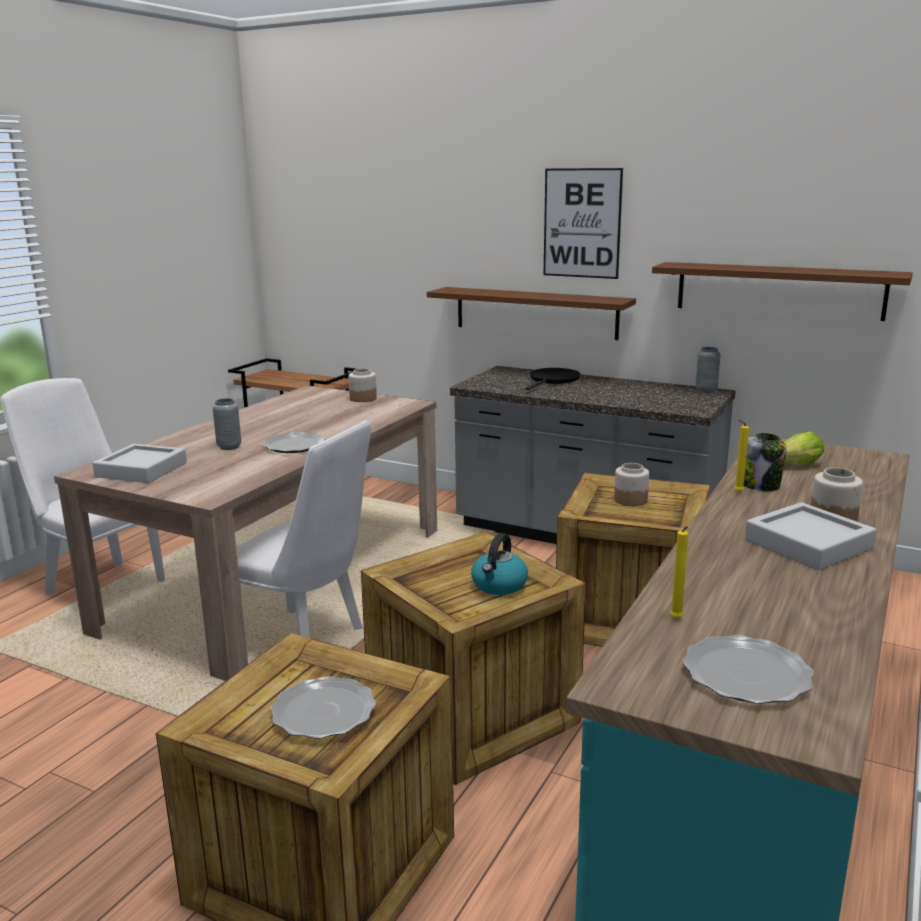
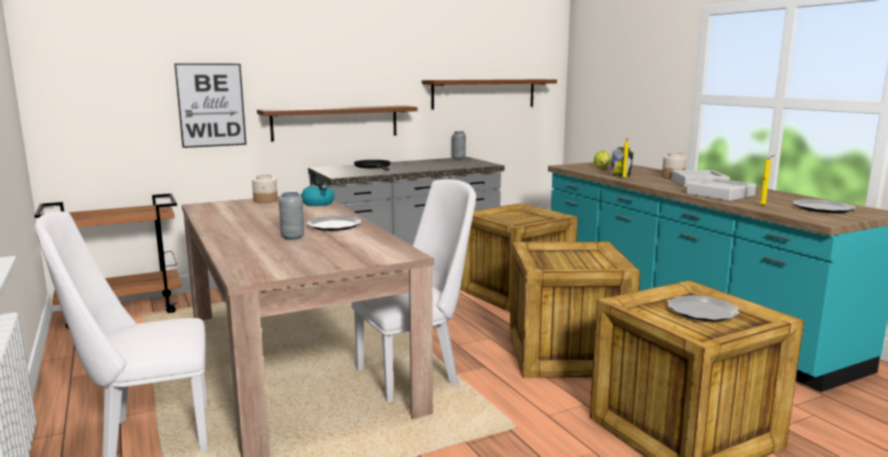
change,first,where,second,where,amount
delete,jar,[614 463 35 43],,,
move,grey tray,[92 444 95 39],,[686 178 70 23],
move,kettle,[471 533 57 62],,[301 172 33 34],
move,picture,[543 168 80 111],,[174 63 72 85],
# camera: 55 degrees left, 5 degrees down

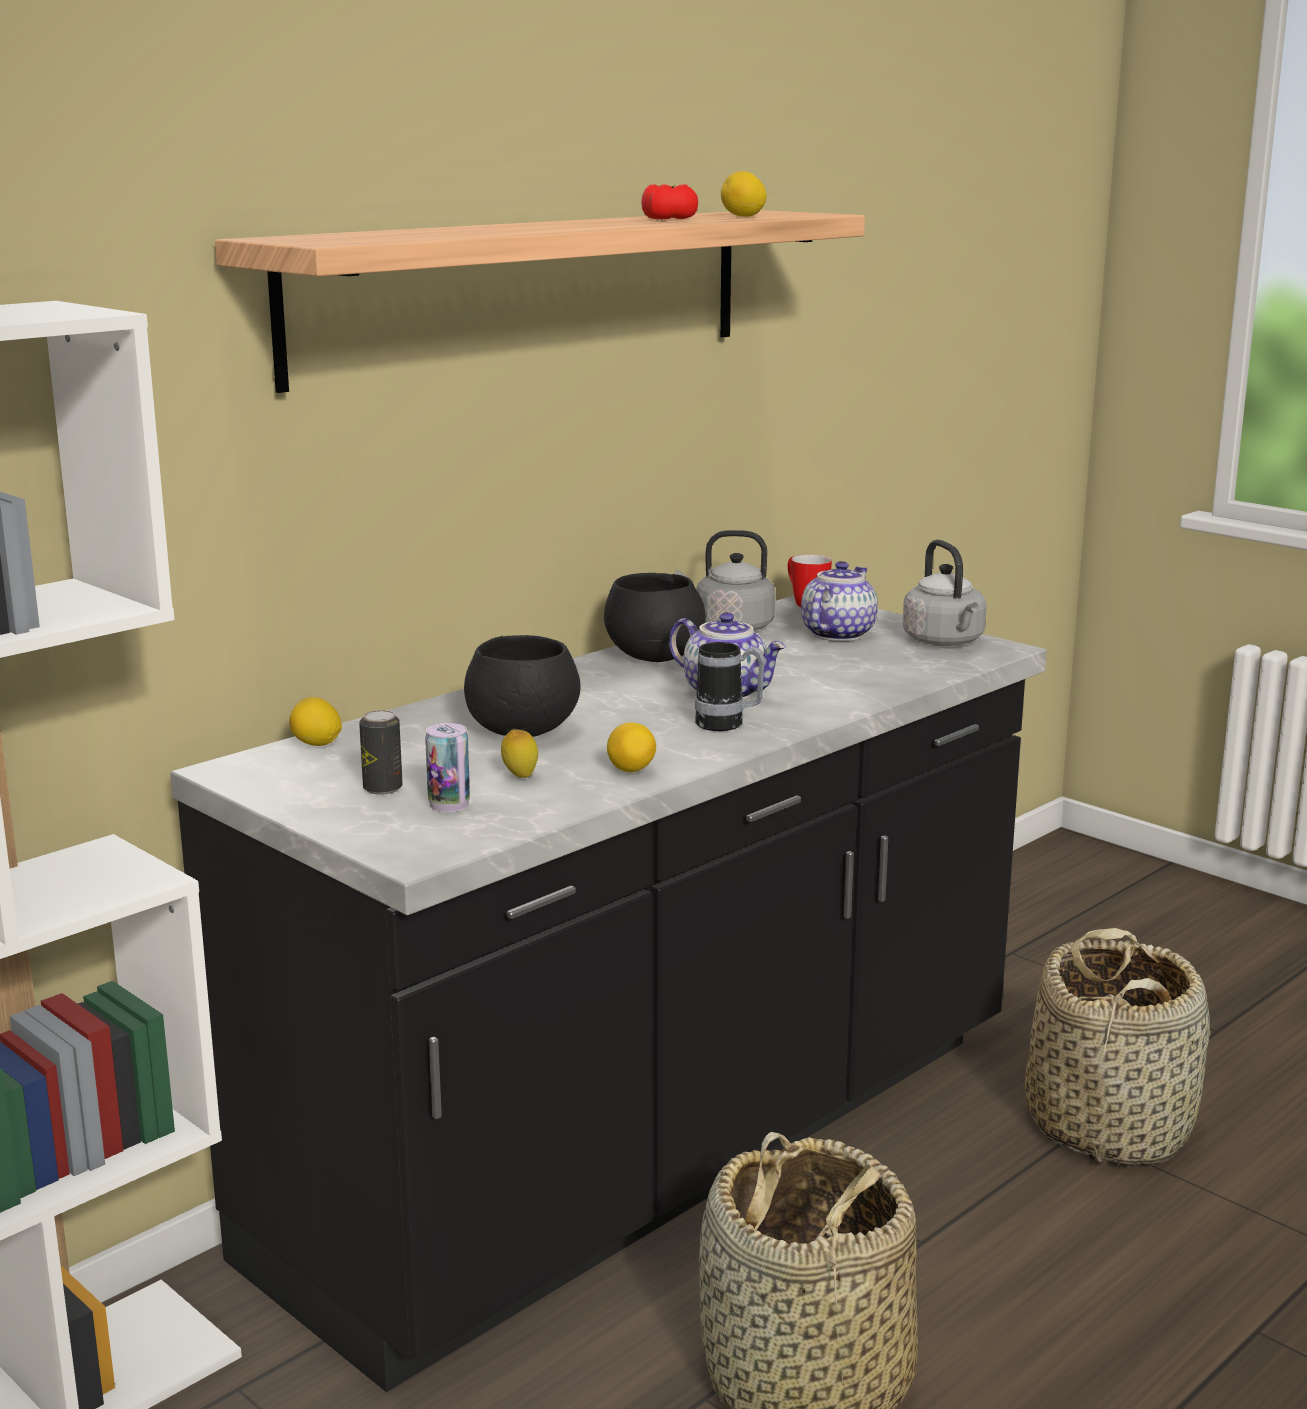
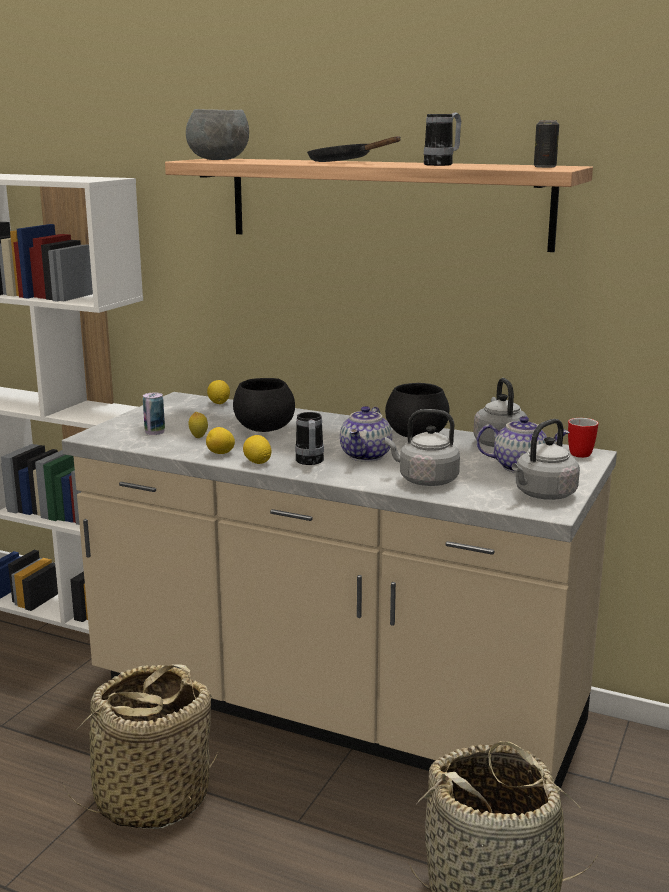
change,first,where,second,where,amount
insert,,,grey bowl,[186 109 63 51],
insert,,,black frying pan,[307 136 94 26],
insert,,,grey kettle,[385 409 75 77],
move,can,[359 710 44 85],,[534 120 25 48],
move,lemon,[721 171 46 46],,[243 435 29 29],
replace,tomato,[641 185 57 34],mug,[424 112 37 54],
recolor,black counter,[170 596 877 796],beige counter,[62 392 555 405],
# camera: 70 degrees right, 0 degrees up

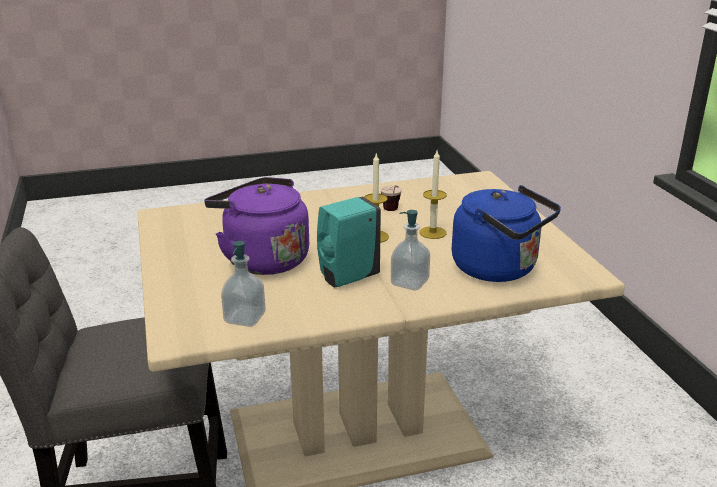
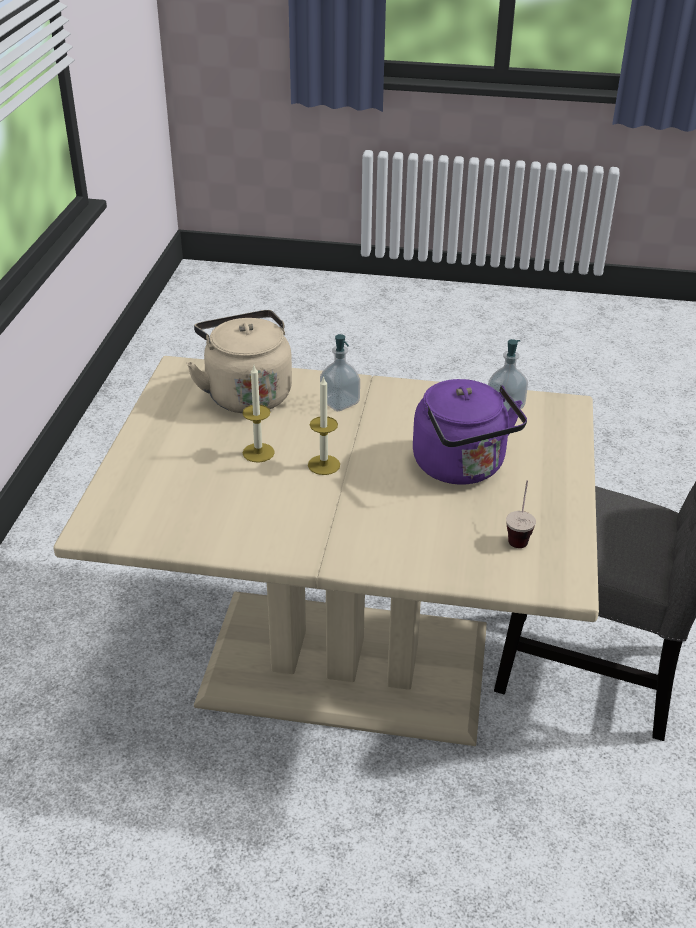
change,first,where,second,where,amount
delete,turquoise soap dispenser,[317 197 64 91],,,
move,cup,[380 185 22 26],,[506 481 30 67],
recolor,blue kettle,[452 185 109 97],beige kettle,[186 310 106 103],
# camera: 155 degrees left, 10 degrees up

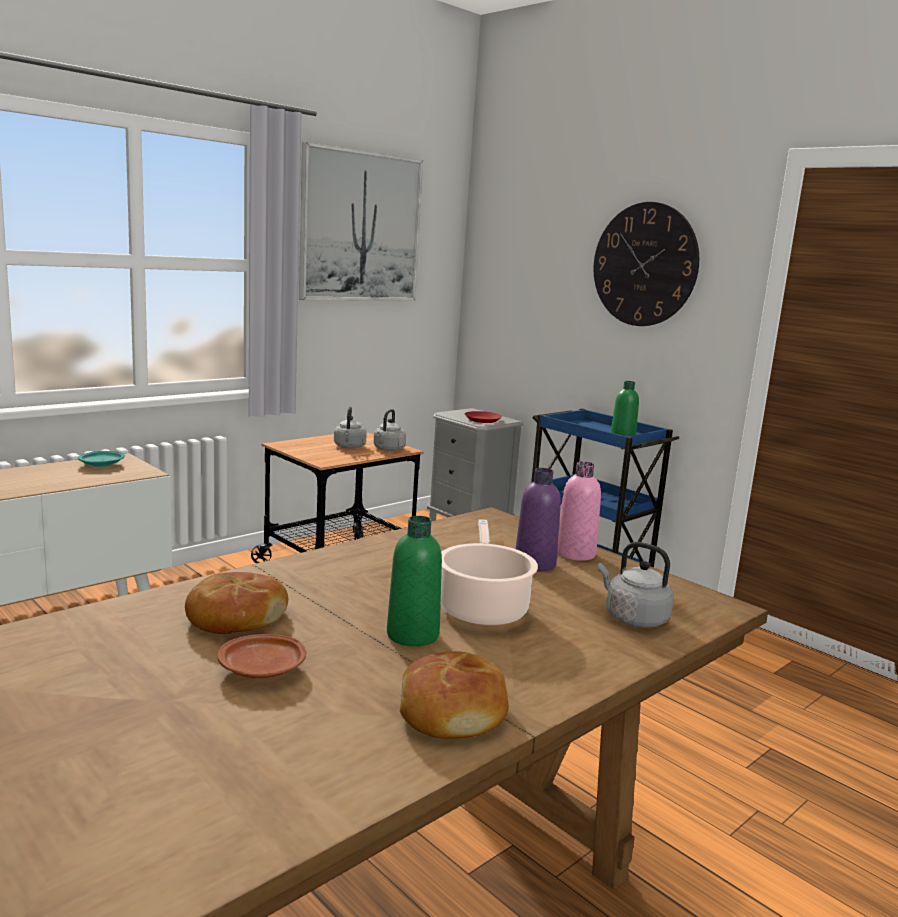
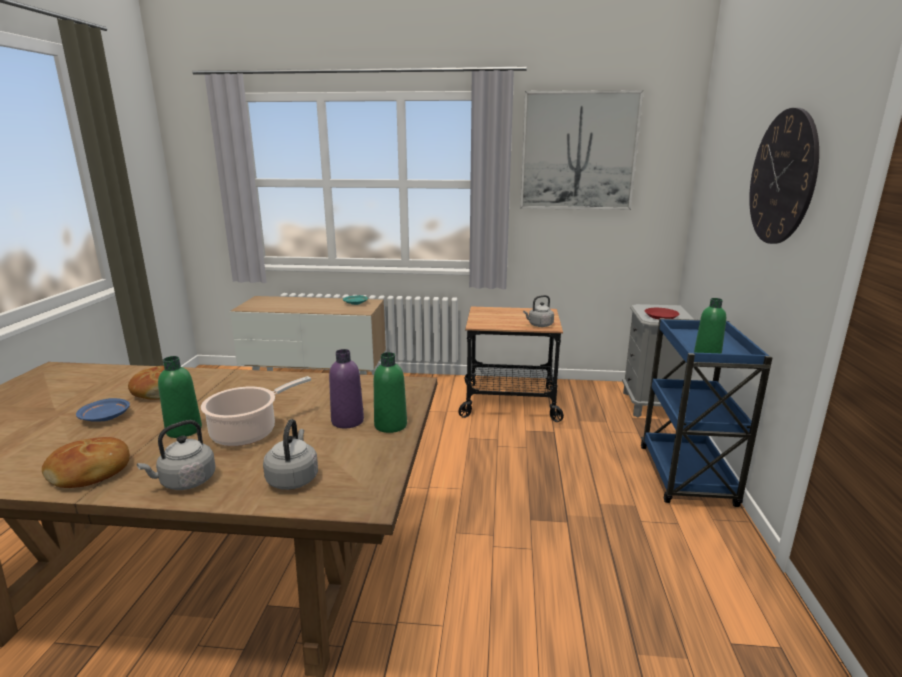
change,first,where,second,where,amount
move,grey kettle,[334 406 33 43],,[137 420 79 70],
recolor,brown plate,[217 634 89 44],blue plate,[76 398 54 24],
recolor,pink bottle,[557 461 44 100],green bottle,[374 352 33 81],
# camera: 50 degrees right, 5 degrees up

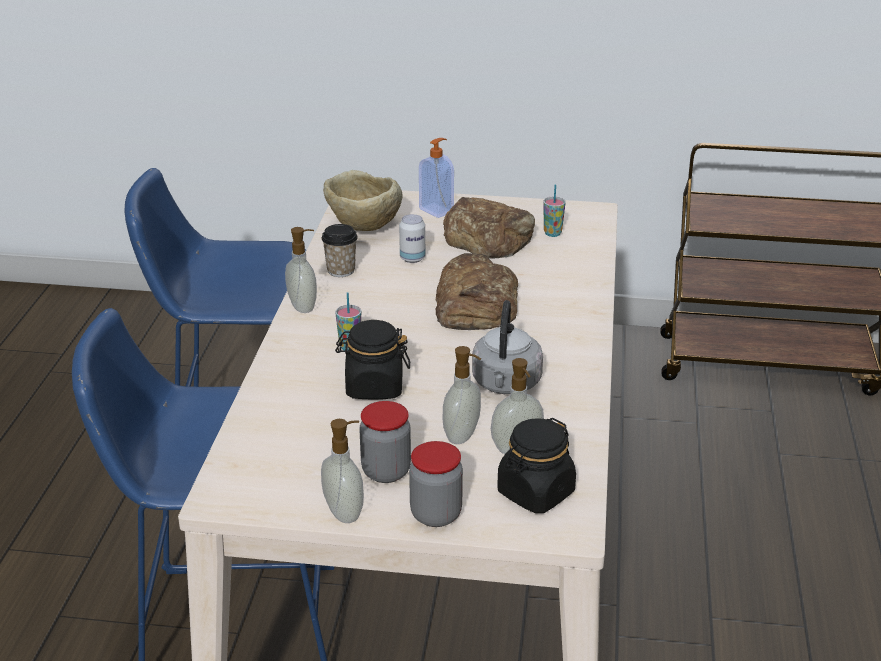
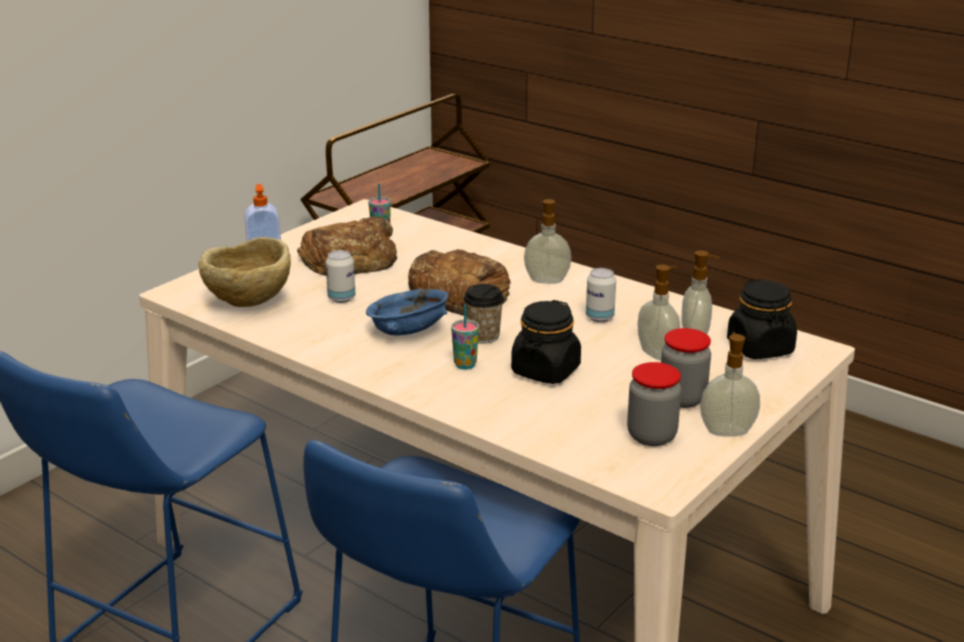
change,first,where,second,where,amount
insert,,,blue bowl,[366 289 83 47],
move,soap dispenser,[285 227 32 86],,[524 199 48 85],
move,cup,[322 224 36 53],,[463 284 41 60],
move,jar,[409 441 54 86],,[627 362 54 84],
replace,grey kettle,[472 300 71 94],can,[586 268 30 54],
# camera: 60 degrees left, 5 degrees down

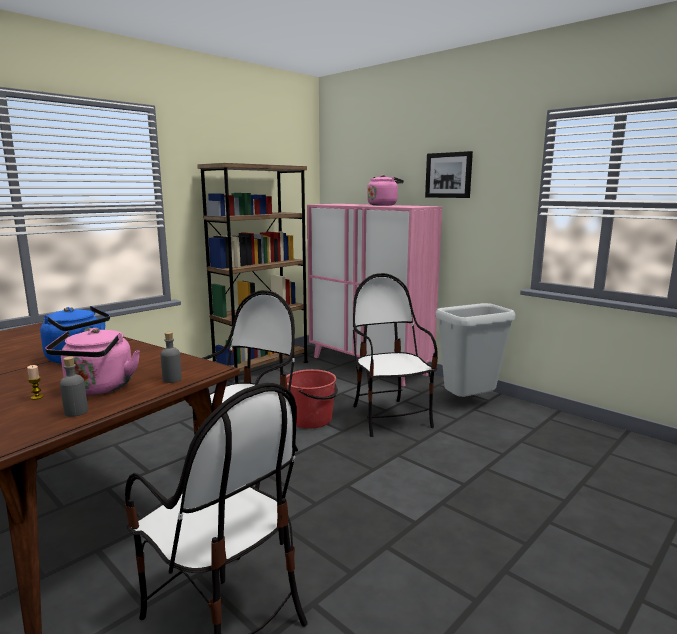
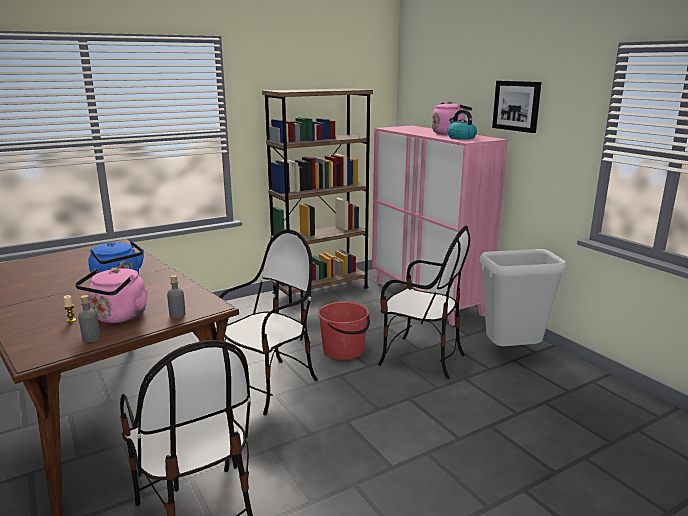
change,first,where,second,where,amount
insert,,,kettle,[447 110 30 30],
rotate,chair,[353 273 85 164],,[378 226 92 153],120 degrees clockwise
# camera: 15 degrees right, 5 degrees up

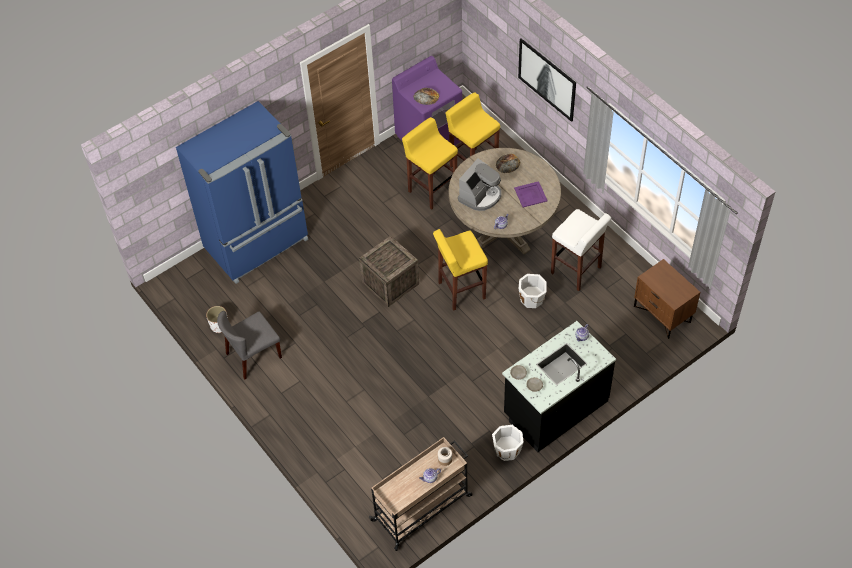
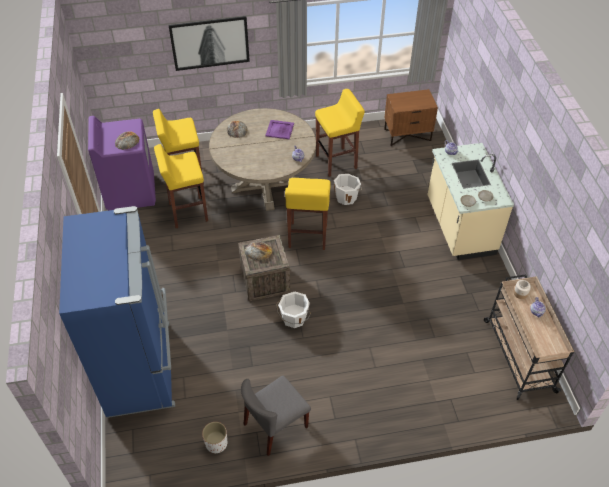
change,first,where,second,where,amount
delete,coffee machine,[458 158 43 53],,,
insert,,,bread,[244 241 28 19],
move,white bucket,[492 425 32 36],,[276 292 35 36],
recolor,black counter,[502 321 114 131],beige counter,[427 143 87 117],
recolor,white stool,[551 209 60 82],yellow stool,[315 89 50 88],
rotate,grey chair,[217 311 65 68],,[241 375 70 81],60 degrees clockwise
# camera: 65 degrees left, 5 degrees down

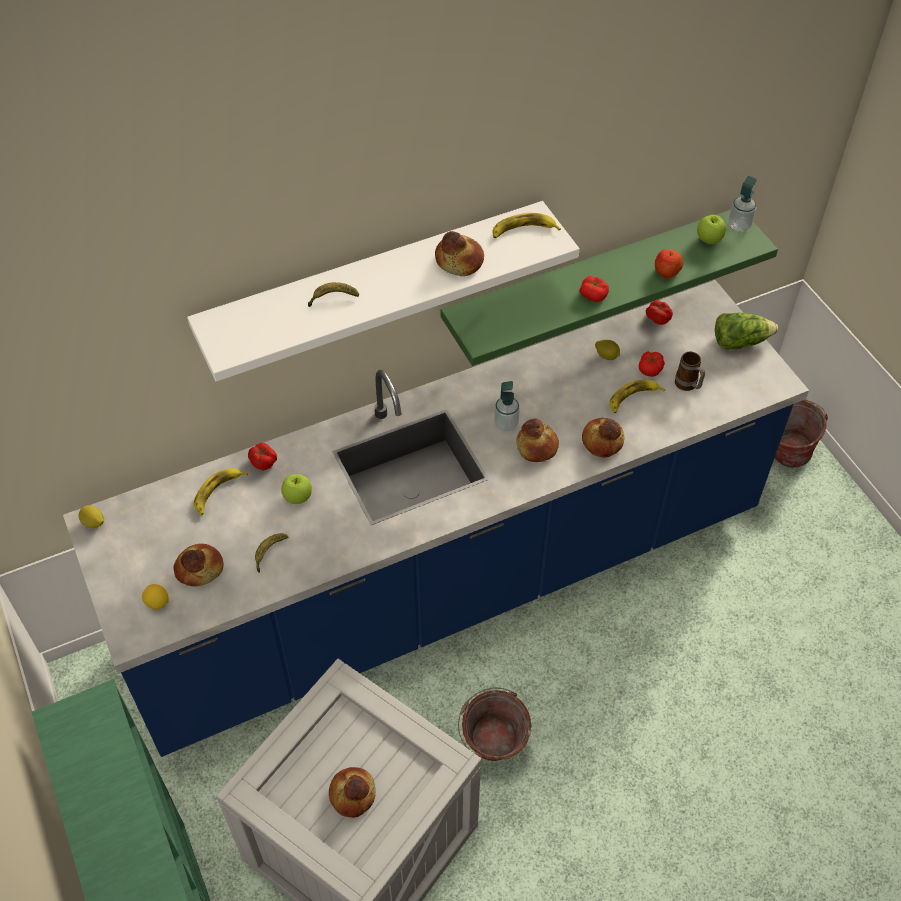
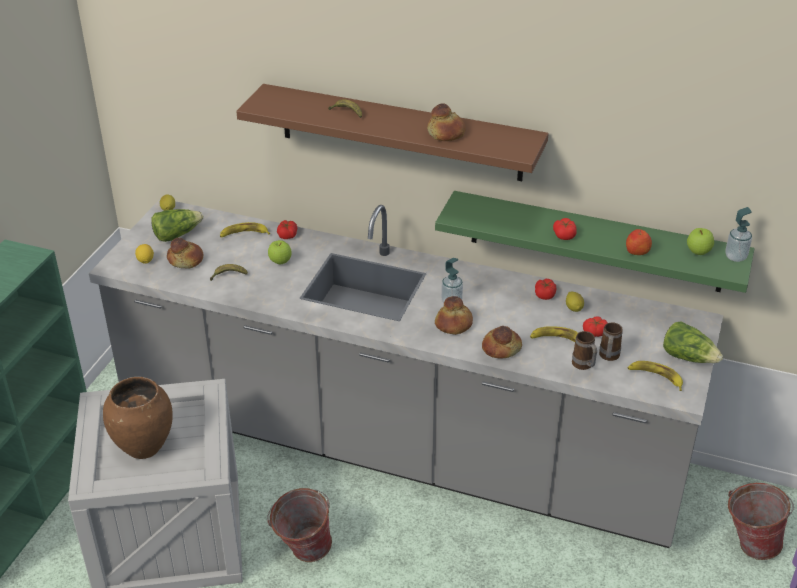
change,first,where,second,where,amount
insert,,,lettuce,[151 209 53 33],
insert,,,mug,[572 331 25 39],
move,banana,[492 213 69 25],,[628 361 55 30],
move,tomato,[646 300 27 25],,[535 279 21 21],
replace,bread,[329 767 47 51],brown vase,[103 377 70 82],
recolor,blue counter,[63 280 746 477],grey counter,[89 198 634 350],
recolor,white shelf,[187 201 393 181],brown shelf,[236 84 313 97],
# camera: 45 degrees right, 15 degrees down

